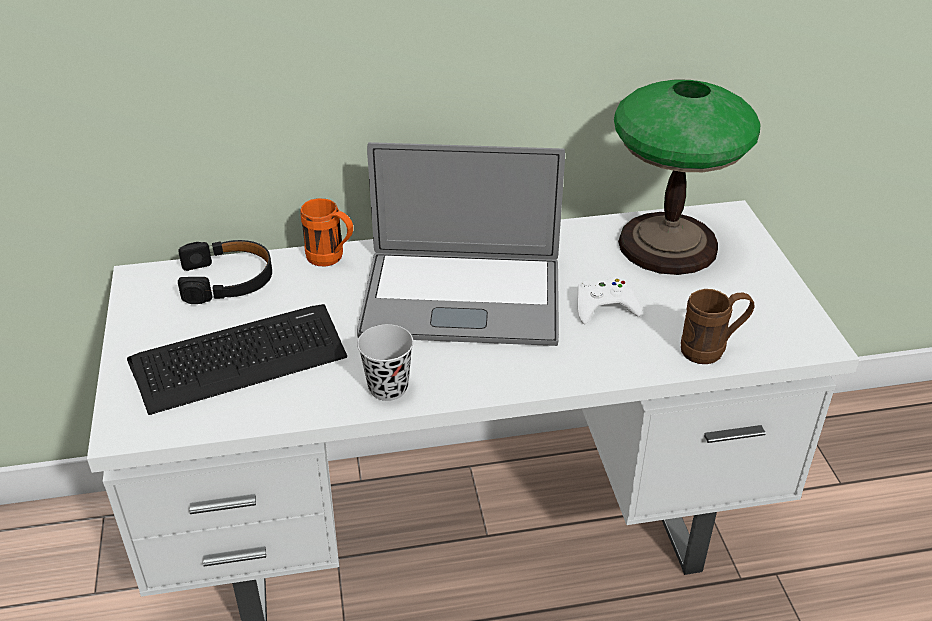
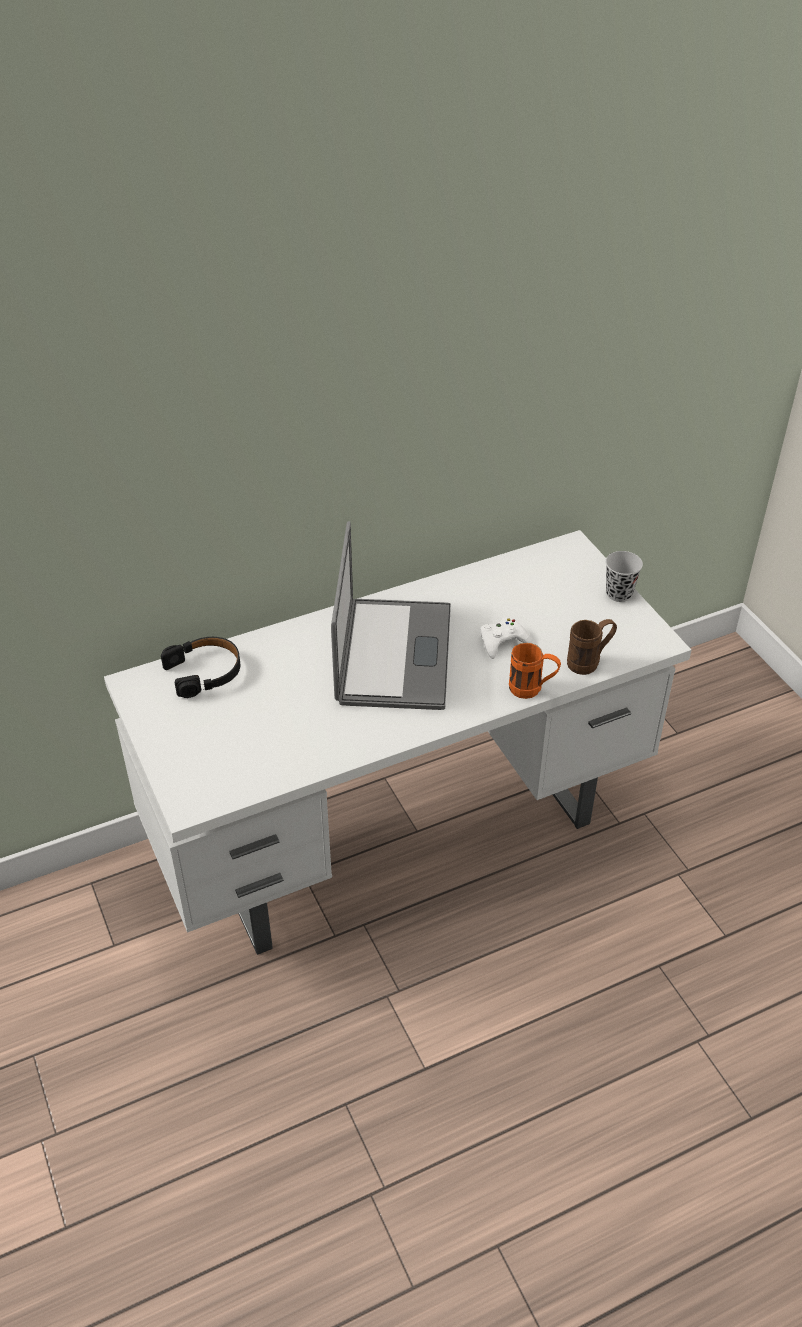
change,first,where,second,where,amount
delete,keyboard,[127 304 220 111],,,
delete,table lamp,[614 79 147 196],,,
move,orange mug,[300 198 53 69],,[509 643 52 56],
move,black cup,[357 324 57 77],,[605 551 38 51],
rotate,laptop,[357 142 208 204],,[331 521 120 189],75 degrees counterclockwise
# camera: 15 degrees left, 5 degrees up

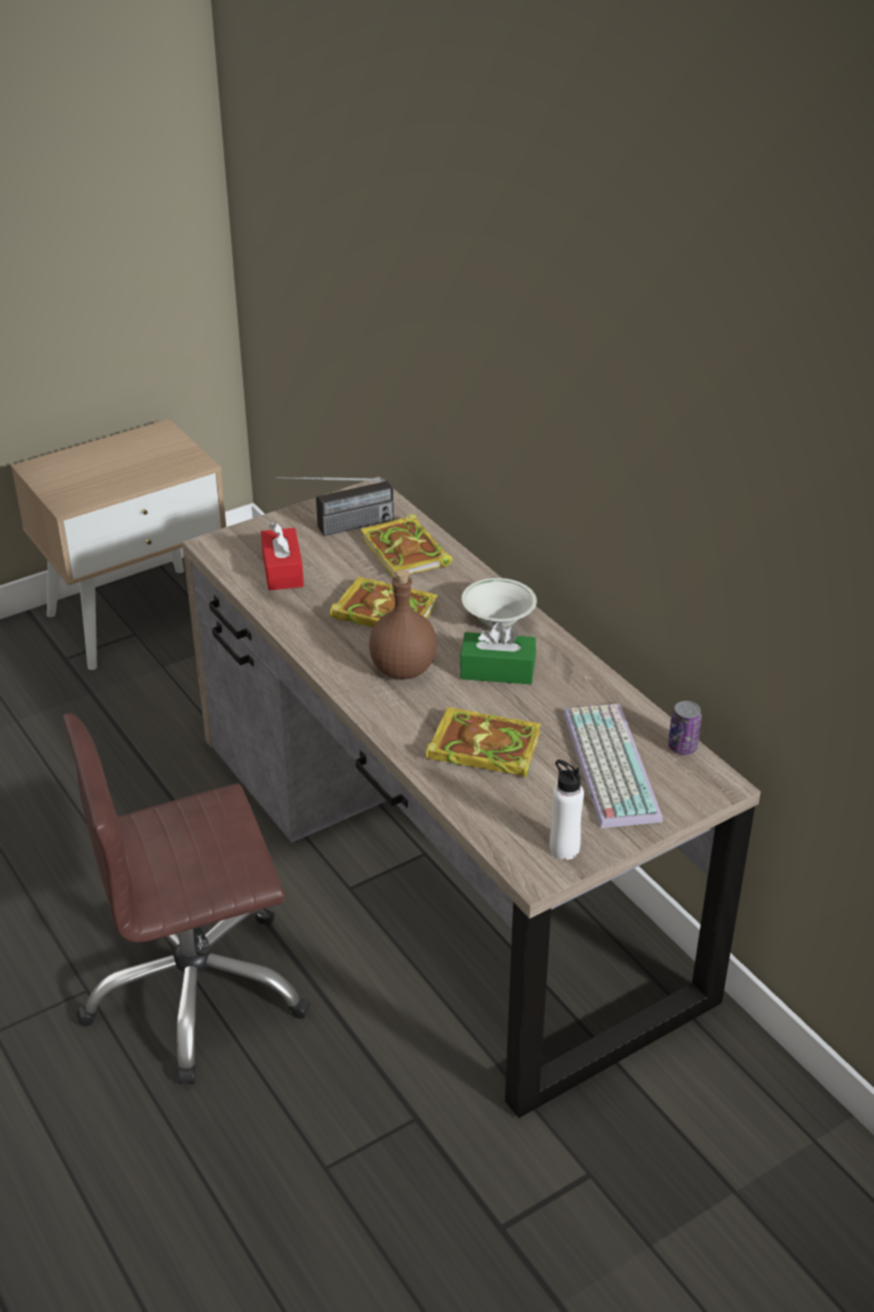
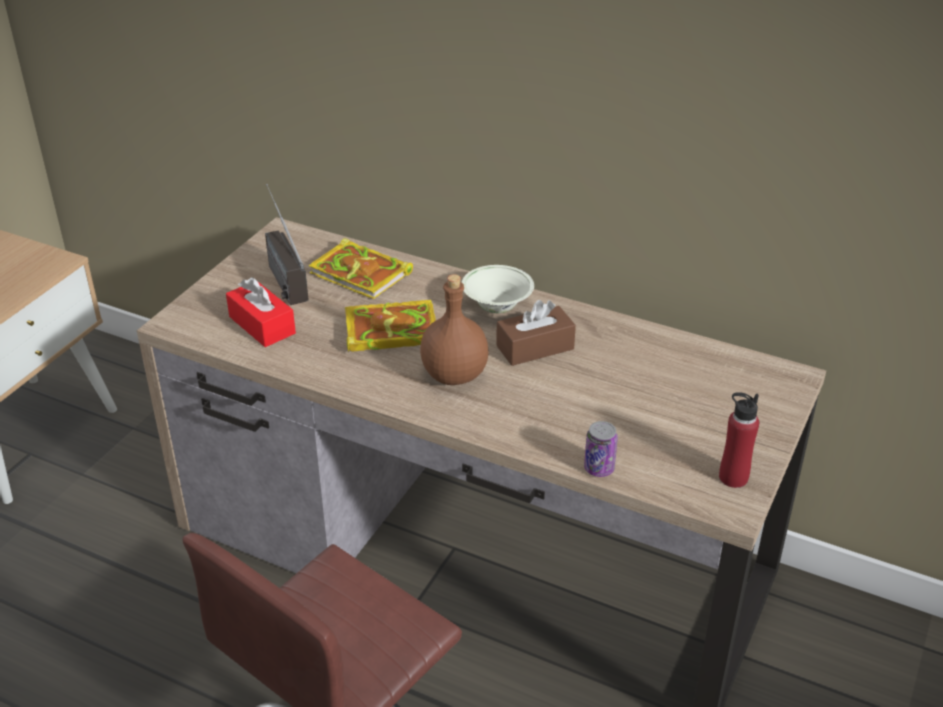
change,first,where,second,where,amount
delete,book,[426 707 115 71],,,
delete,keyboard,[563 704 100 124],,,
move,can,[668 701 34 54],,[584 421 34 56],
recolor,green tissue box,[460 623 76 61],brown tissue box,[496 300 80 66],
recolor,white bottle,[550 760 34 100],red bottle,[719 392 40 96],
rotate,radio,[275 477 119 59],,[265 184 44 121],120 degrees clockwise
# camera: 30 degrees left, 0 degrees up

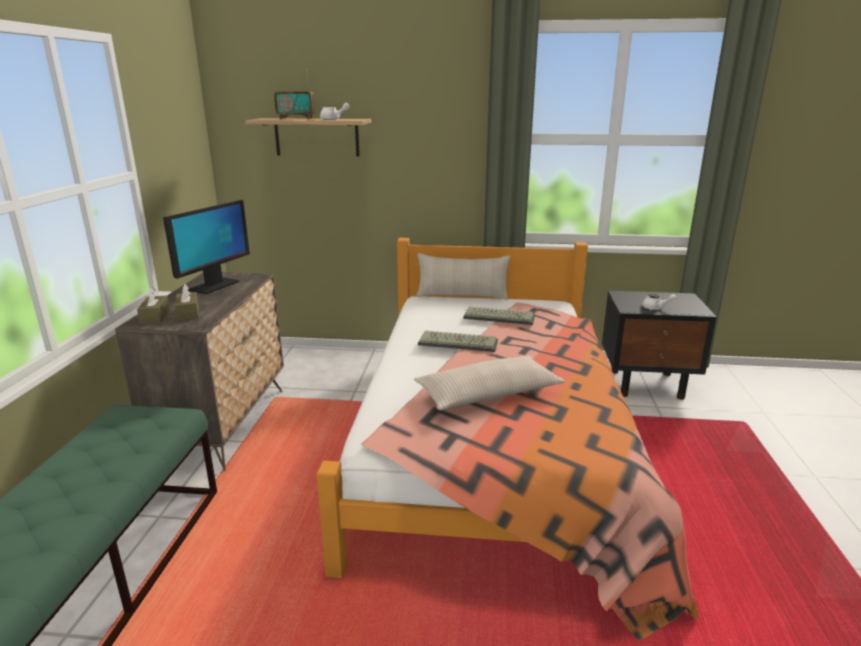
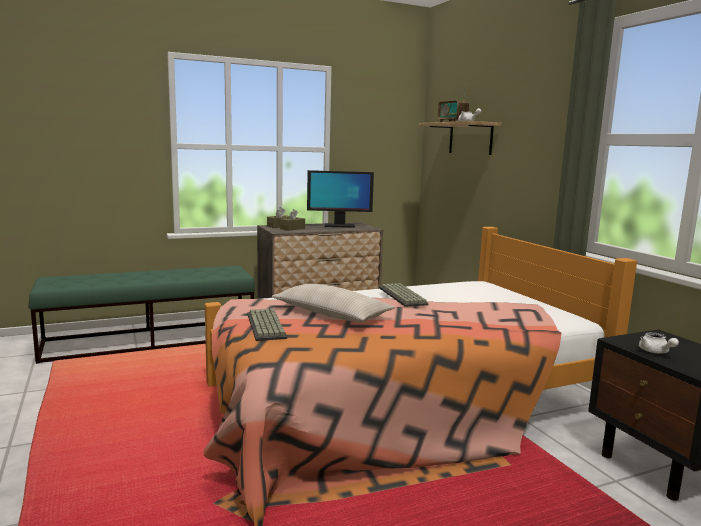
change,first,where,second,where,amount
delete,beige pillow,[416 253 95 47],,,
move,keyboard,[463 306 72 19],,[247 308 40 33],
# camera: 60 degrees right, 10 degrees down

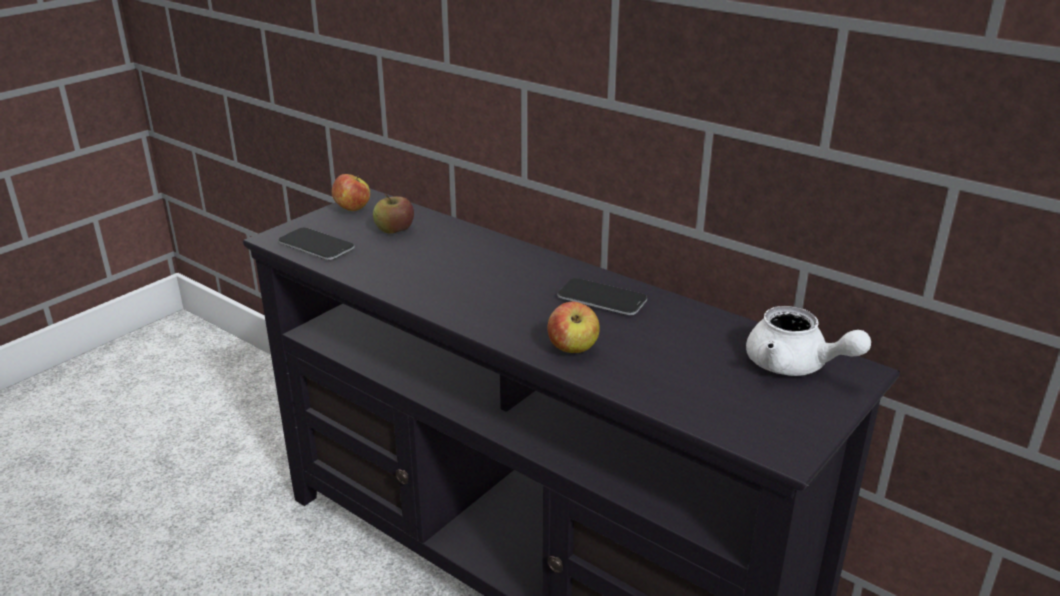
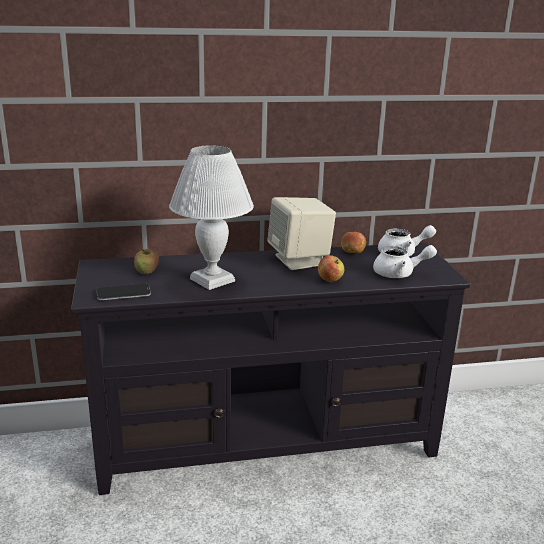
change,first,where,second,where,amount
insert,,,white table lamp,[169 146 85 144],
insert,,,white teapot,[373 245 64 33],
move,apple,[332 174 38 37],,[341 231 25 22],
replace,phone,[557 278 90 38],beige speaker,[267 197 69 73],
# camera: 50 degrees left, 5 degrees down

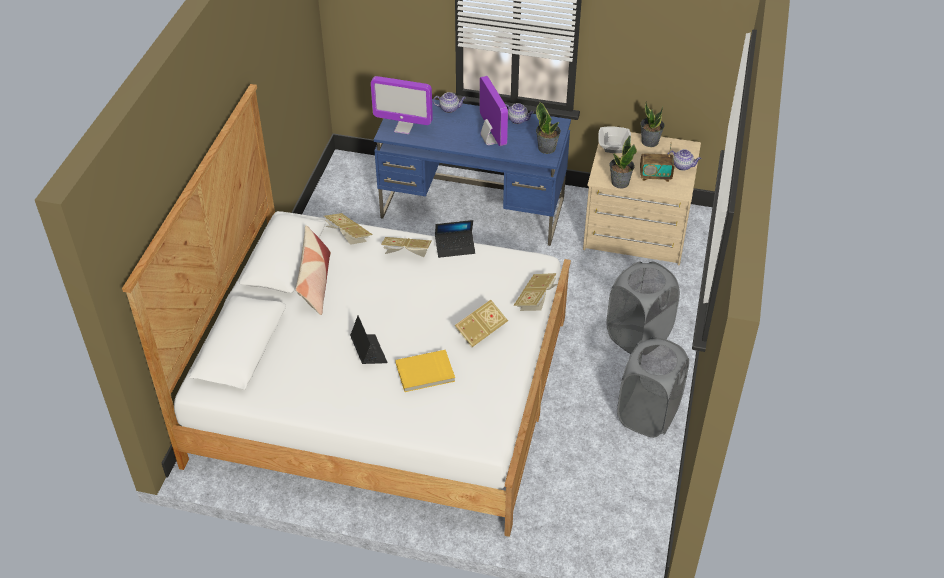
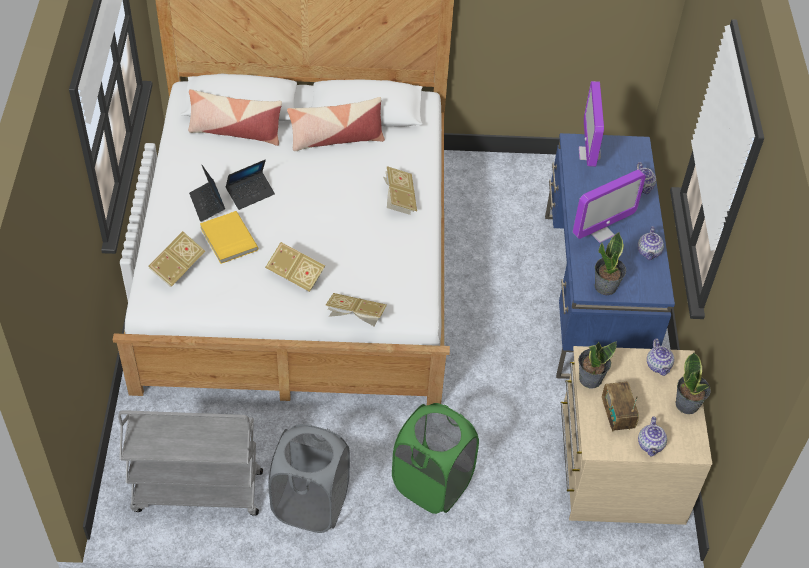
change,first,where,second,where,amount
insert,,,grey cart,[118 410 145 106],
insert,,,pillow,[188 89 94 57],
move,book,[324 213 49 32],,[149 231 56 56],
move,laptop,[435 220 40 38],,[189 165 36 57],
replace,bowl,[598 127 33 26],teapot,[647 339 27 37],
recolor,grey laundry basket,[606 262 74 92],green laundry basket,[392 403 87 111],
# camera: 75 degrees right, 5 degrees up

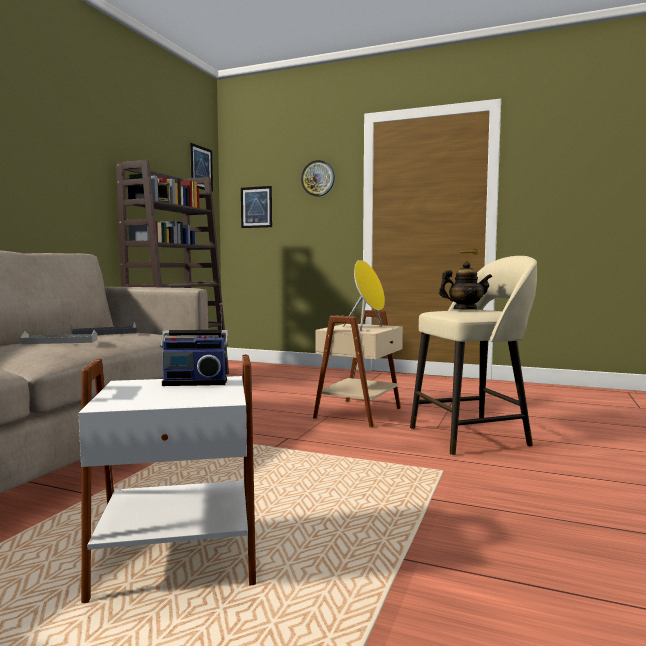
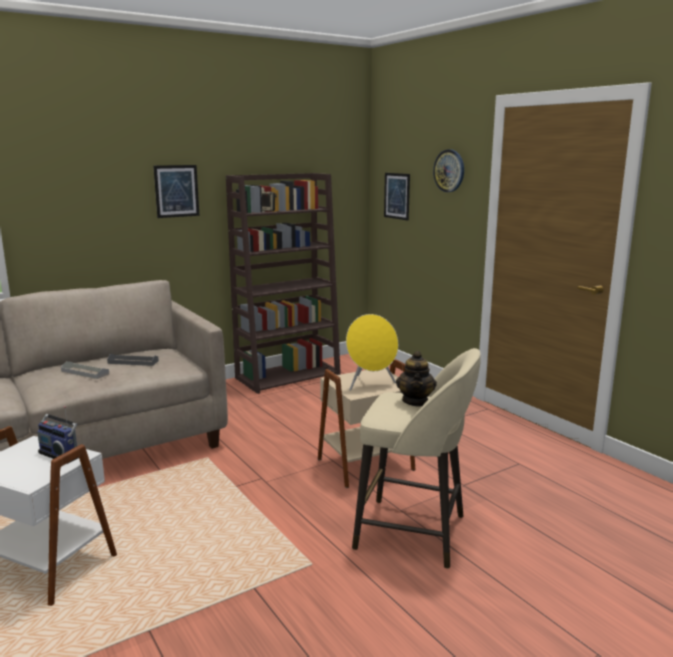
change,first,where,second,where,amount
move,picture,[190 143 23 49],,[153 165 46 53],
rotate,teapot,[439 261 53 48],,[396 351 41 56],60 degrees clockwise
# camera: 35 degrees right, 10 degrees up

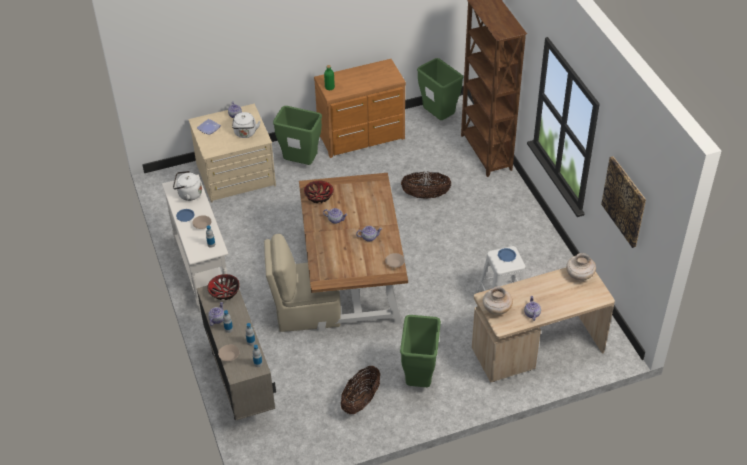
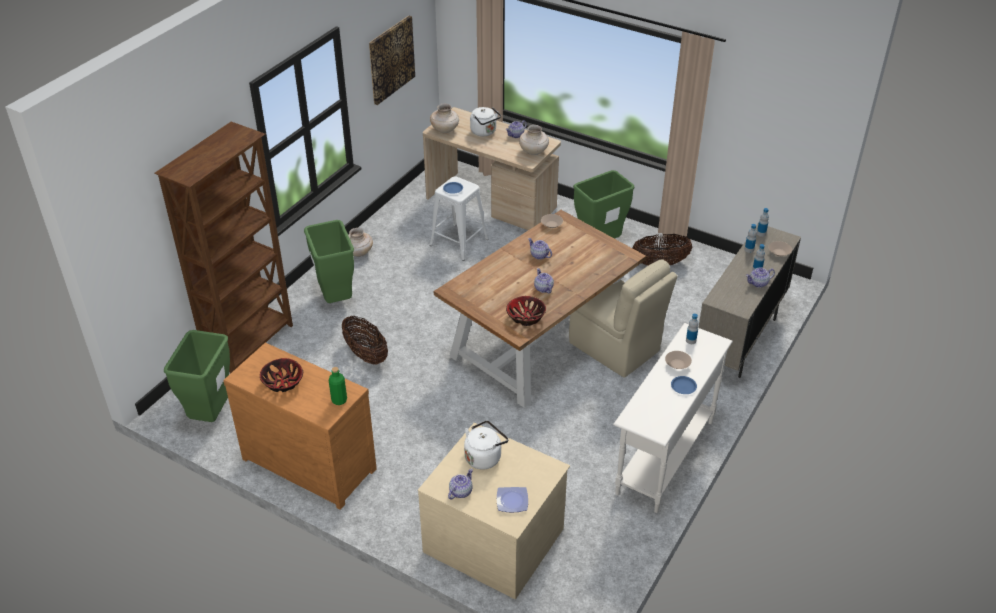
change,first,where,second,where,amount
insert,,,beige vase,[348 228 25 29],
move,white kettle,[173 171 29 30],,[470 107 31 29],
move,bowl,[207 274 33 26],,[260 358 43 34],
move,green trash can,[273 106 49 59],,[304 220 50 83],
# camera: 130 degrees left, 5 degrees down

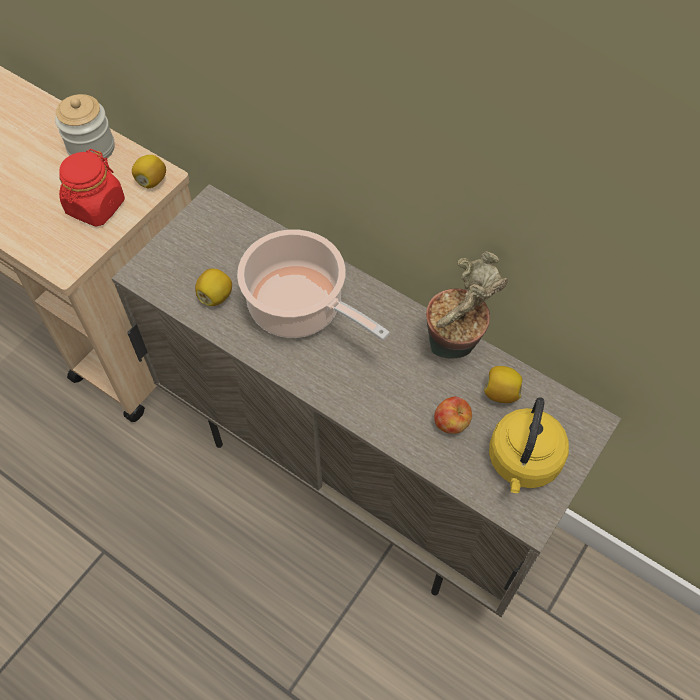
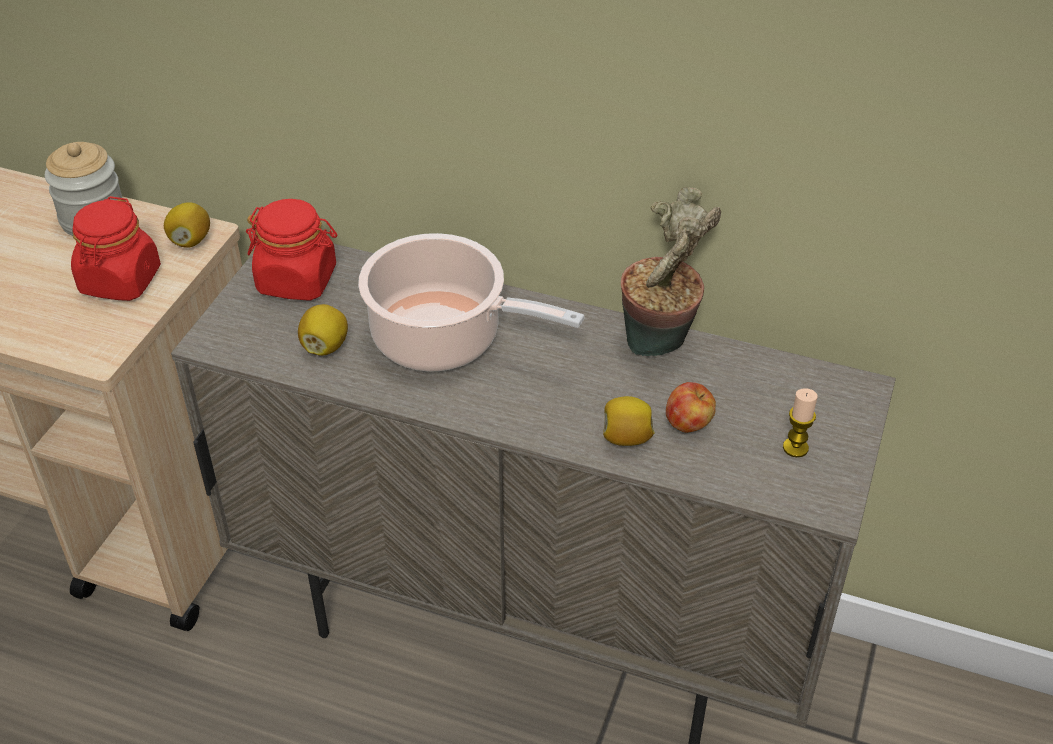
change,first,where,second,where,amount
insert,,,red jar,[246 199 91 102],
move,lemon,[484 366 38 37],,[603 396 52 50],
replace,yellow kettle,[489 397 80 96],candle,[783 388 35 69],
# camera: 15 degrees left, 15 degrees down

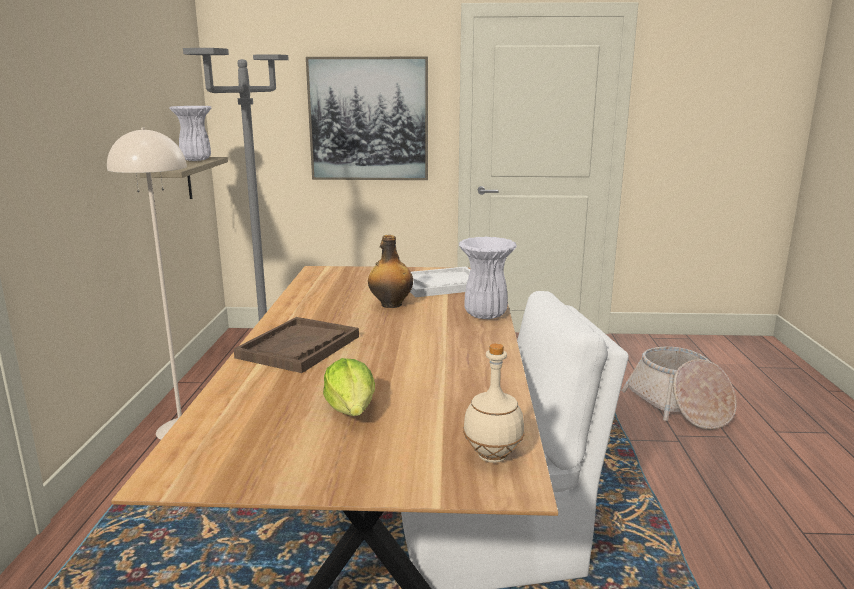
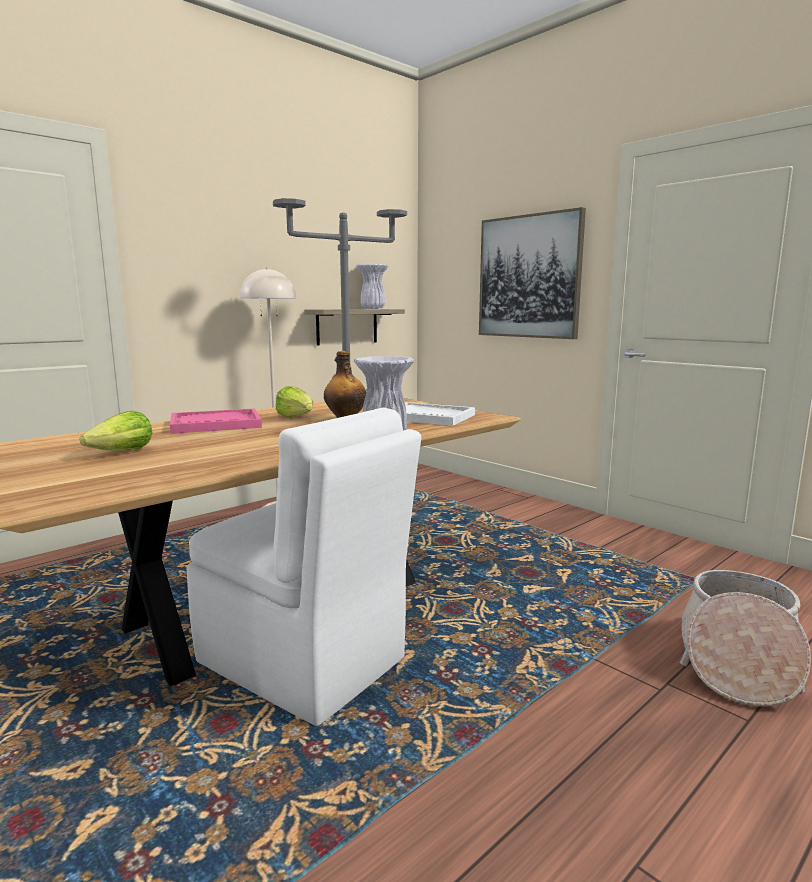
change,first,where,second,where,amount
delete,beige bottle,[463 343 61 120],,,
insert,,,lettuce,[276 386 37 31],
recolor,brown tray,[234 317 125 56],pink tray,[170 408 92 26],
# camera: 45 degrees right, 5 degrees down

